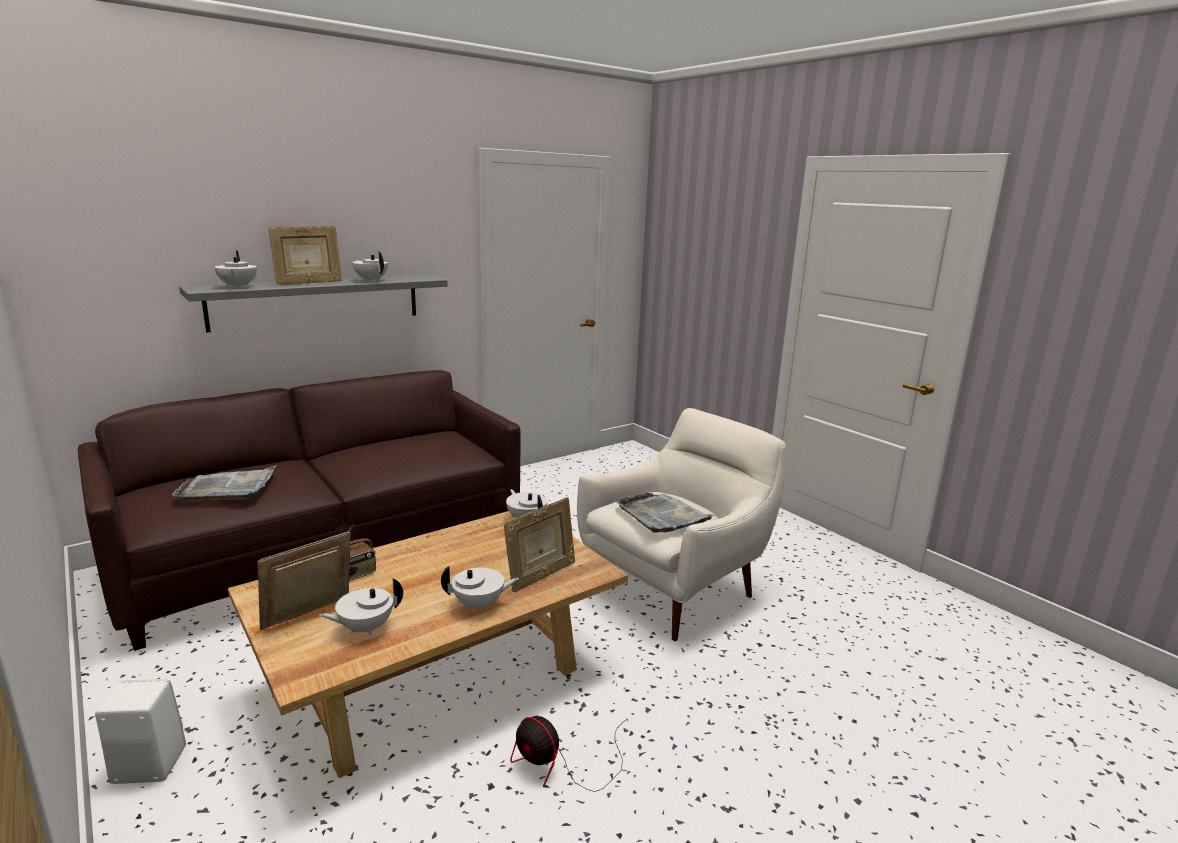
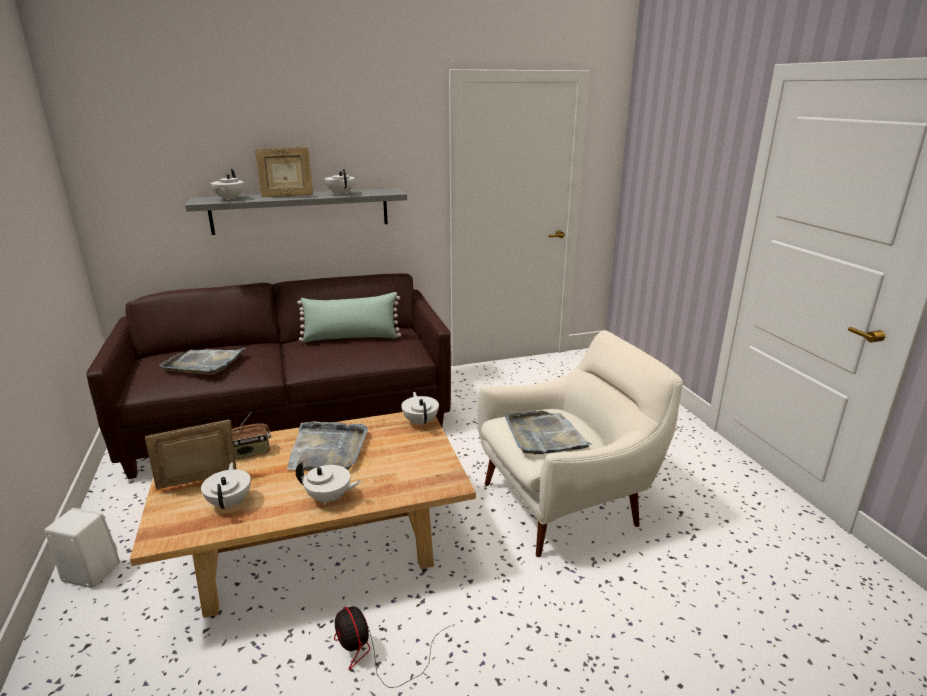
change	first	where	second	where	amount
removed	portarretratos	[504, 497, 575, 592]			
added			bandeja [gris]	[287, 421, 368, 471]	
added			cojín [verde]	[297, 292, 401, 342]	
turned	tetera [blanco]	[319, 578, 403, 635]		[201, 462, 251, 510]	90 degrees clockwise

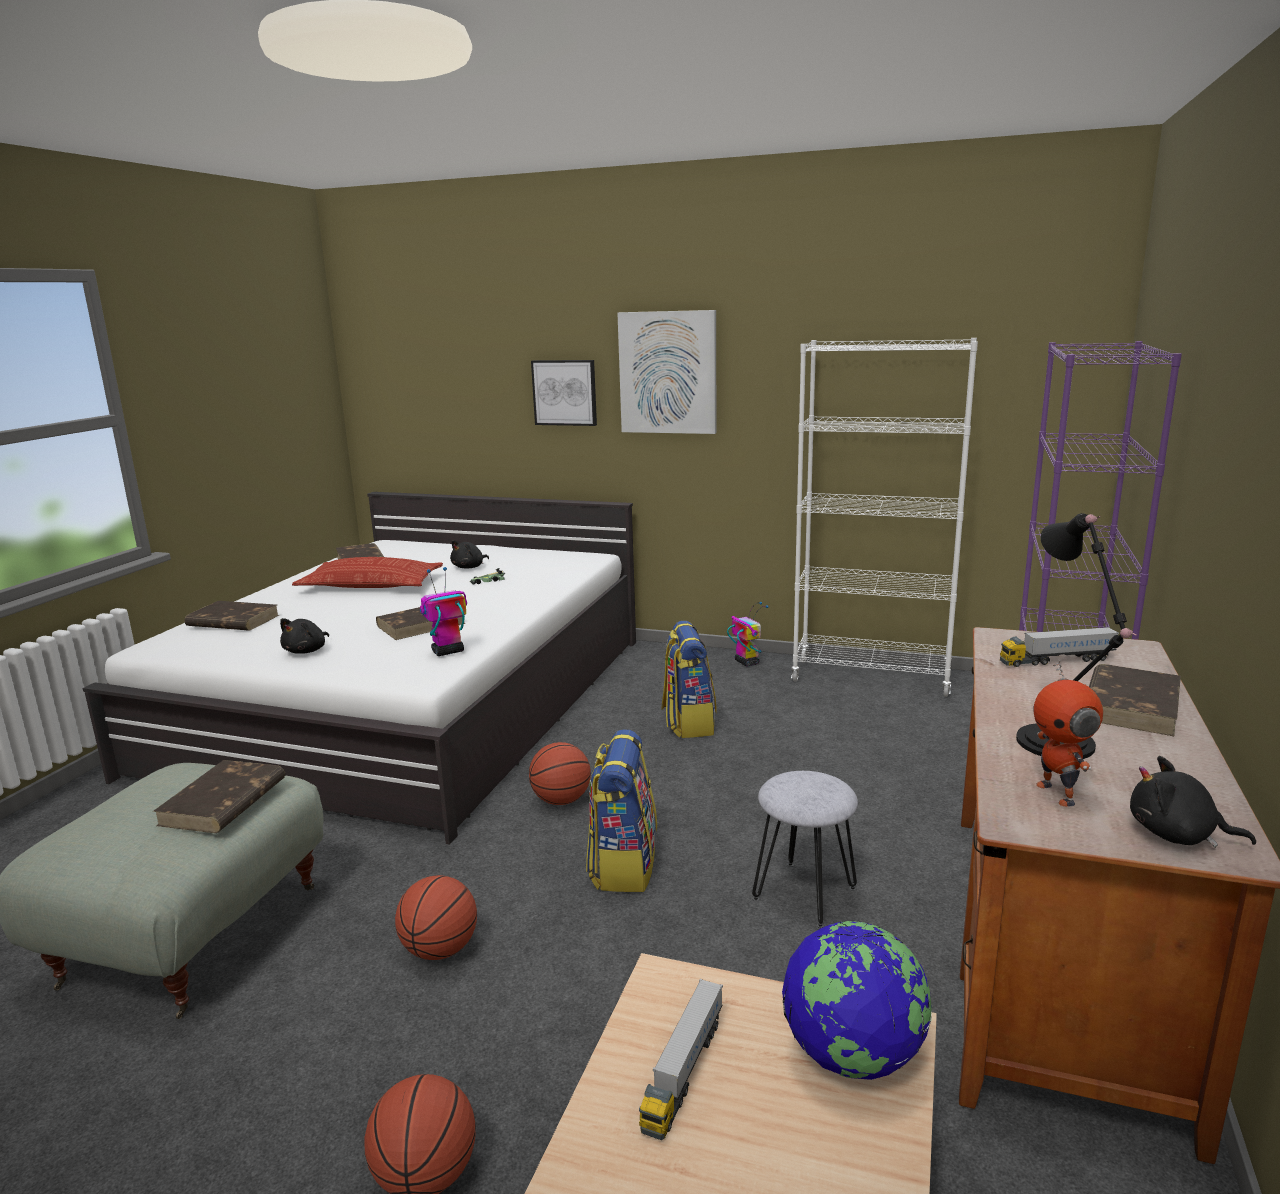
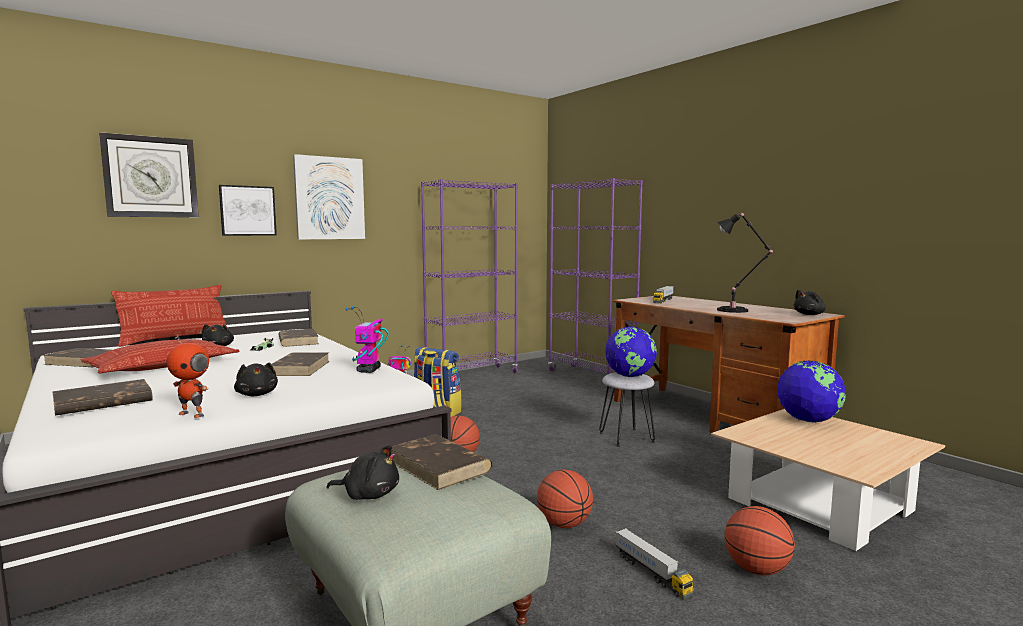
change	first	where	second	where	amount
removed	mochila	[586, 729, 657, 892]			
added			reloj de pared	[99, 132, 199, 218]	
added			cojín	[111, 285, 227, 347]	
added			peluche [negro]	[327, 445, 399, 500]	
added			globo terráqueo	[605, 326, 657, 377]	
moved	camión de juguete	[639, 979, 723, 1140]		[615, 528, 694, 599]	
moved	robot de juguete	[1033, 660, 1103, 807]		[167, 335, 209, 418]	
moved	libro [marrón]	[1089, 664, 1181, 736]		[278, 329, 319, 347]	
recoloured	estantería [blanco]	[791, 338, 978, 697]	estantería [morado]	[421, 179, 518, 373]	

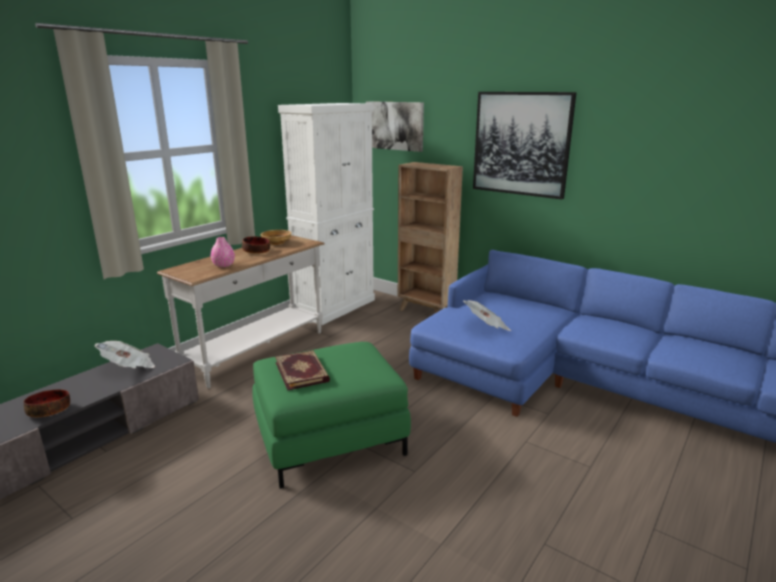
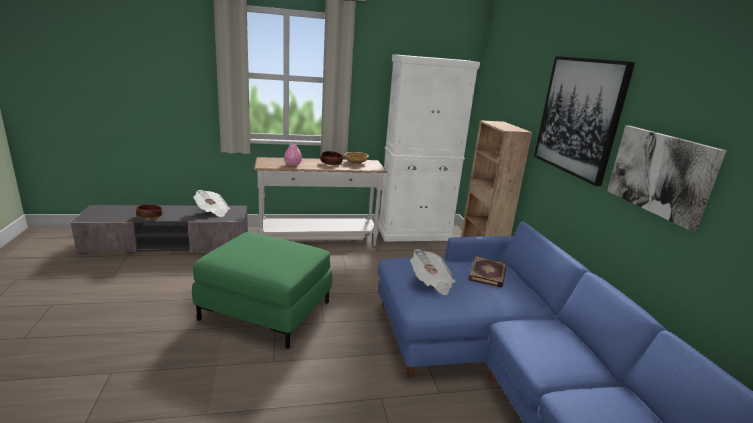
change	first	where	second	where	amount
moved	libro	[275, 350, 330, 390]		[468, 256, 506, 288]	
moved	cuadro	[366, 101, 424, 152]		[607, 126, 727, 231]	

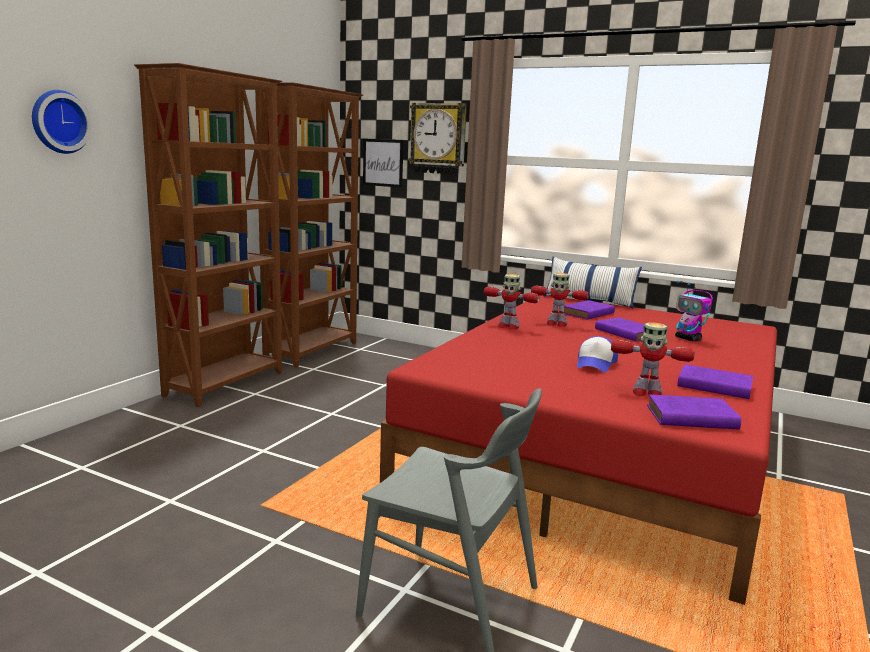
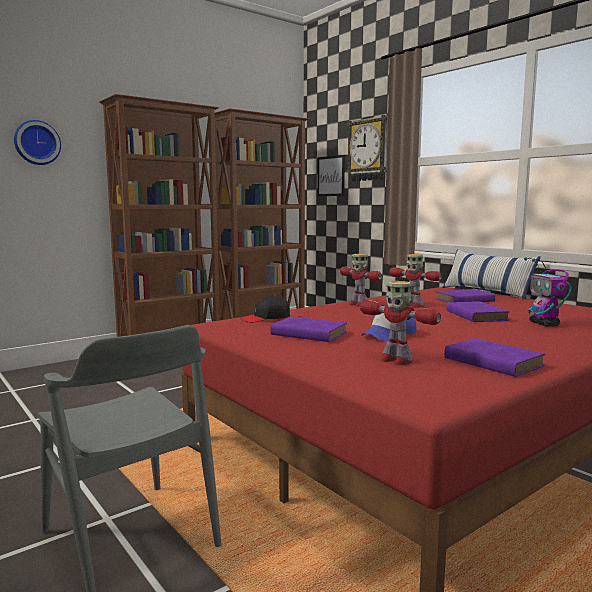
change	first	where	second	where	amount
added			gorra [negro]	[240, 295, 290, 323]	
moved	libro [morado]	[647, 394, 741, 430]		[271, 317, 347, 342]	

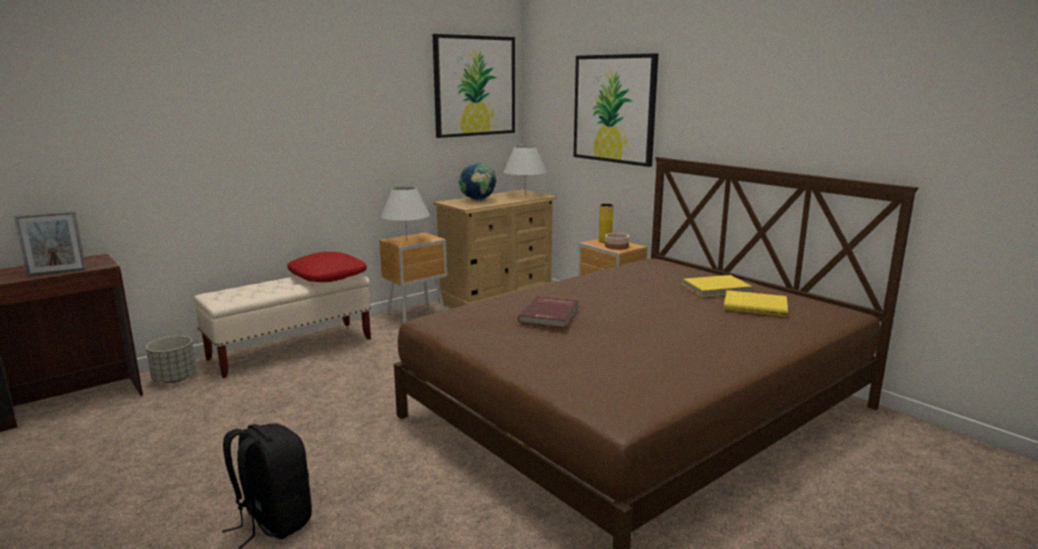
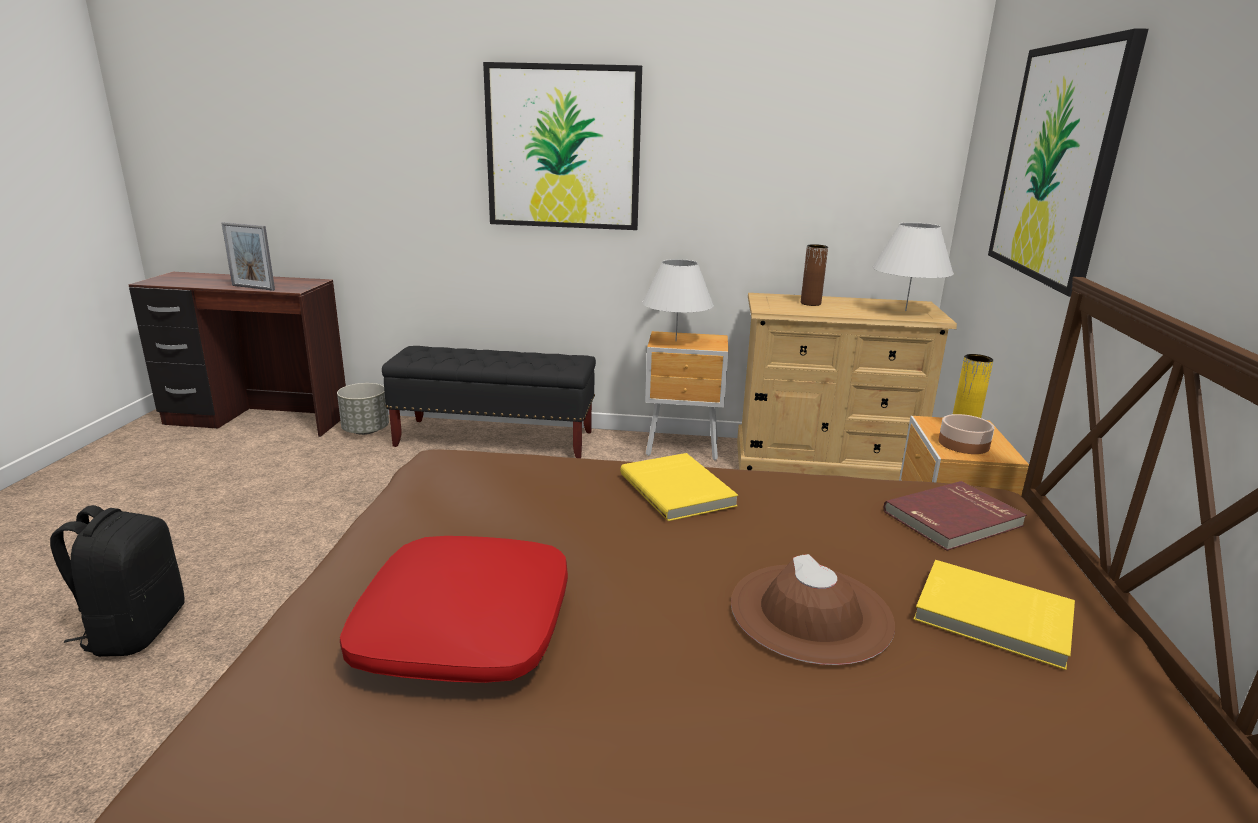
change	first	where	second	where	amount
added			sombrero [marrón]	[731, 554, 895, 665]	
moved	cojín [rojo]	[288, 252, 367, 282]		[340, 536, 568, 683]	
moved	cuadro	[433, 34, 515, 138]		[483, 62, 642, 230]	
moved	libro [rojo]	[518, 296, 579, 328]		[884, 481, 1027, 551]	
moved	libro [amarillo]	[724, 290, 788, 317]		[620, 453, 738, 521]	
replaced	globo terráqueo	[459, 163, 497, 201]	florero [marrón]	[801, 244, 828, 306]	
recoloured	banco [beis]	[194, 273, 371, 378]	banco [negro]	[382, 346, 596, 458]	

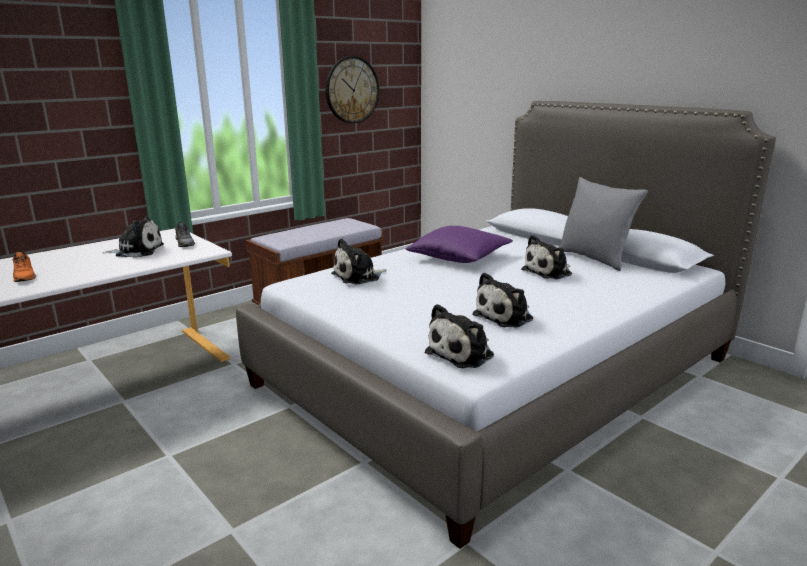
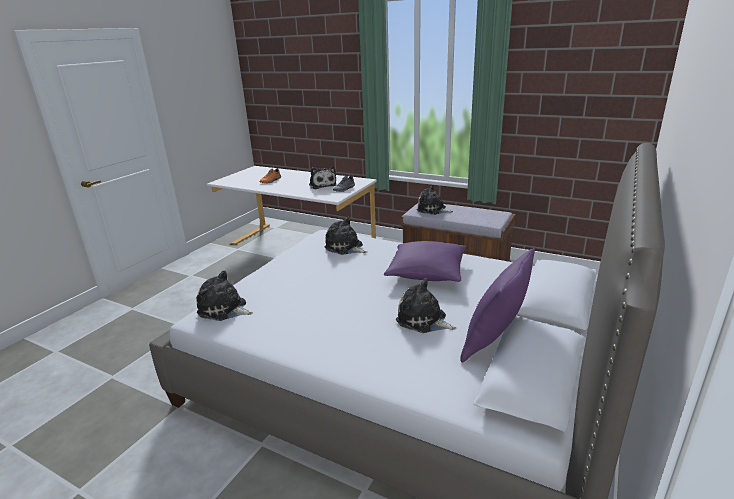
change	first	where	second	where	amount
removed	reloj de pared	[325, 56, 379, 124]			
moved	peluche	[472, 272, 533, 328]		[417, 185, 454, 215]	
recoloured	cojín [gris]	[559, 177, 648, 271]	cojín [morado]	[460, 248, 535, 363]	

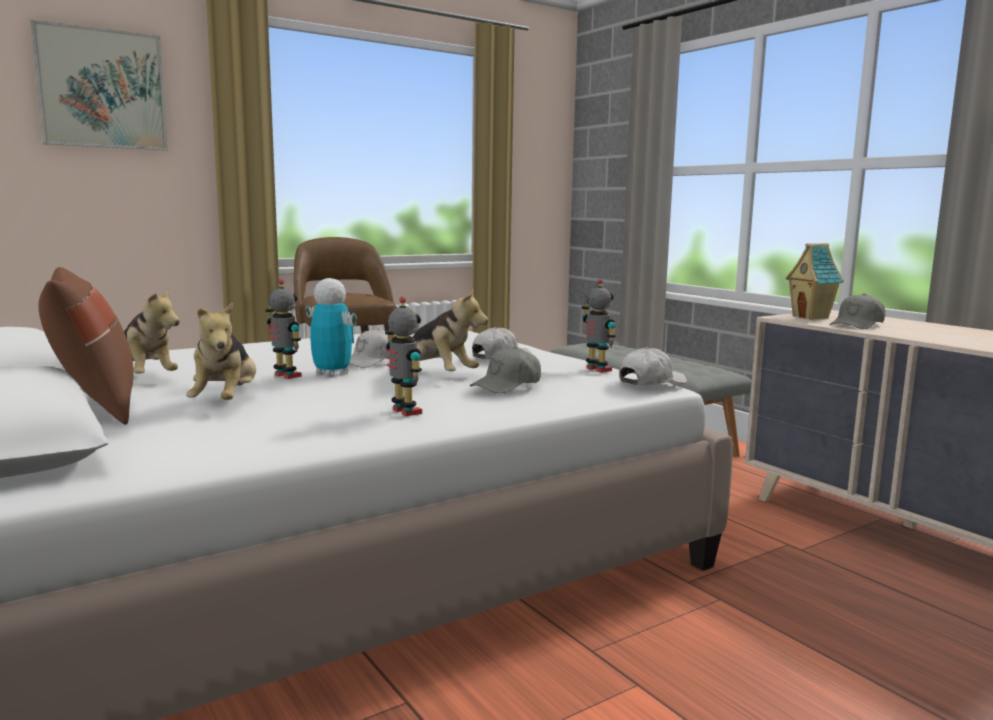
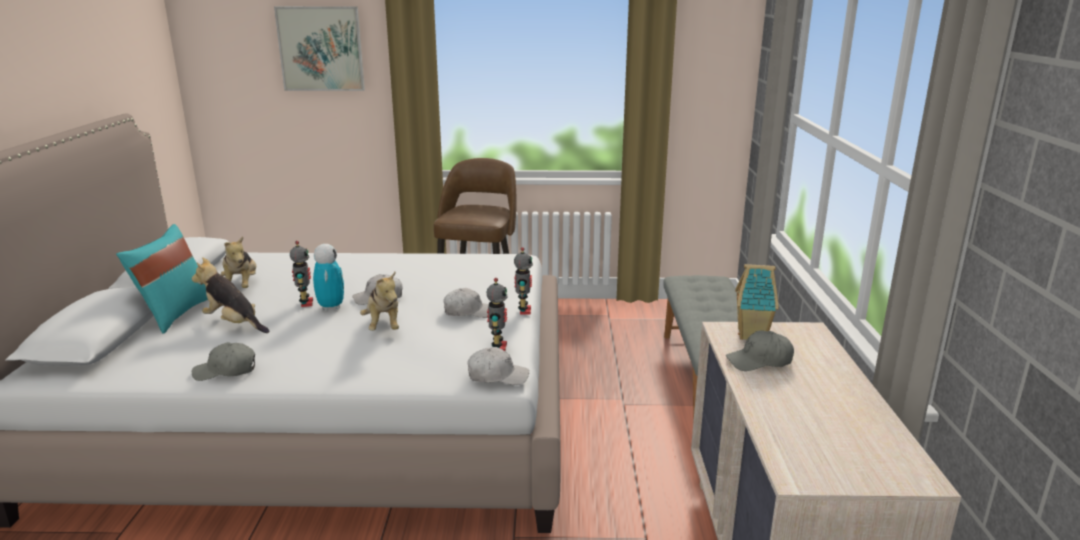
change	first	where	second	where	amount
moved	robot de juguete	[385, 297, 422, 416]		[514, 247, 533, 315]	
moved	gorra [gris]	[470, 347, 541, 394]		[192, 342, 255, 381]	
recoloured	cojín [marrón]	[38, 267, 134, 425]	cojín [turquesa]	[116, 224, 208, 334]	
turned	peluche	[186, 302, 256, 400]		[192, 257, 269, 333]	90 degrees clockwise

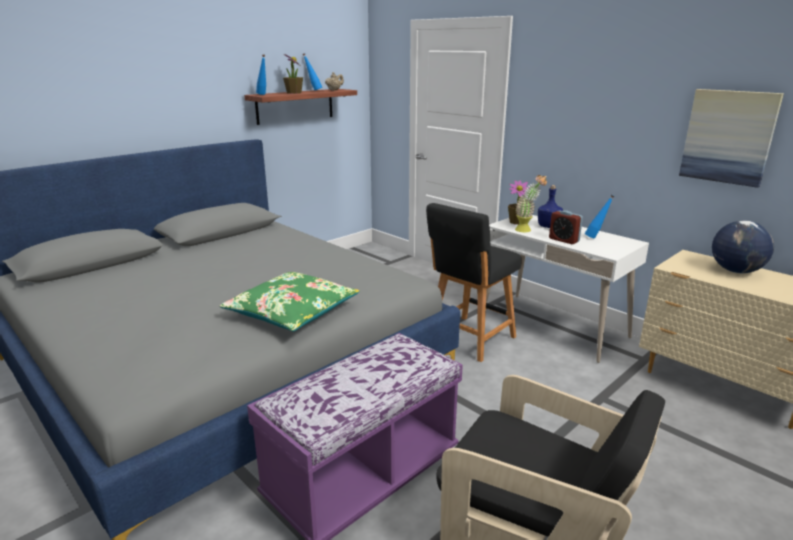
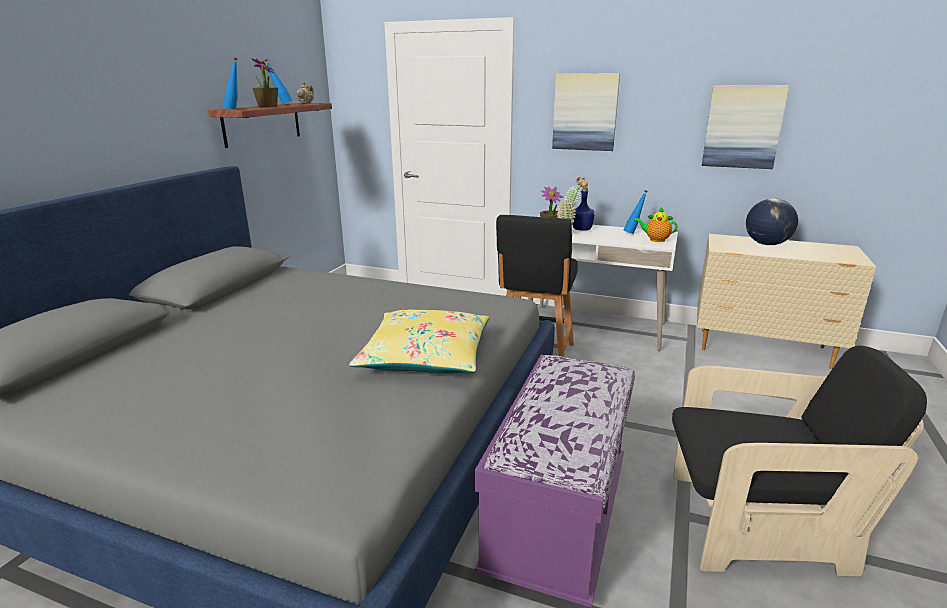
change	first	where	second	where	amount
removed	despertador	[549, 210, 583, 244]			
added			cuadro	[552, 73, 620, 151]	
added			tetera	[634, 207, 677, 242]	
recoloured	cojín [verde]	[219, 272, 360, 331]	cojín [amarillo]	[349, 310, 490, 374]	

